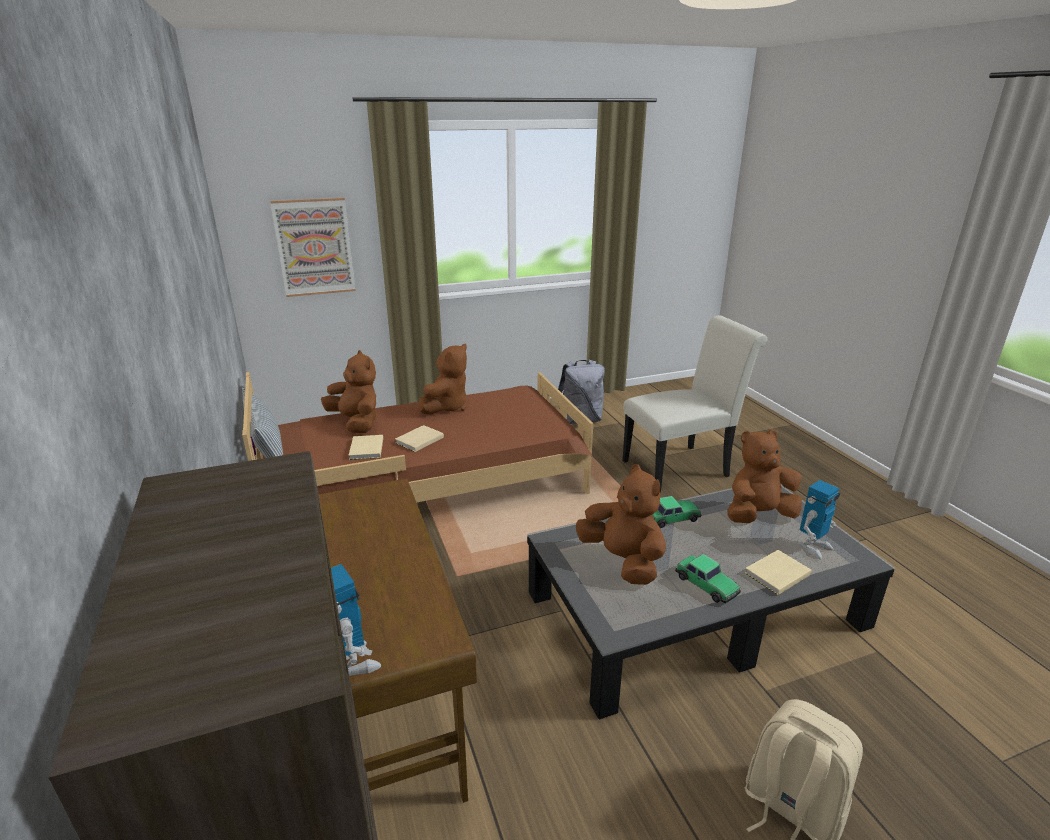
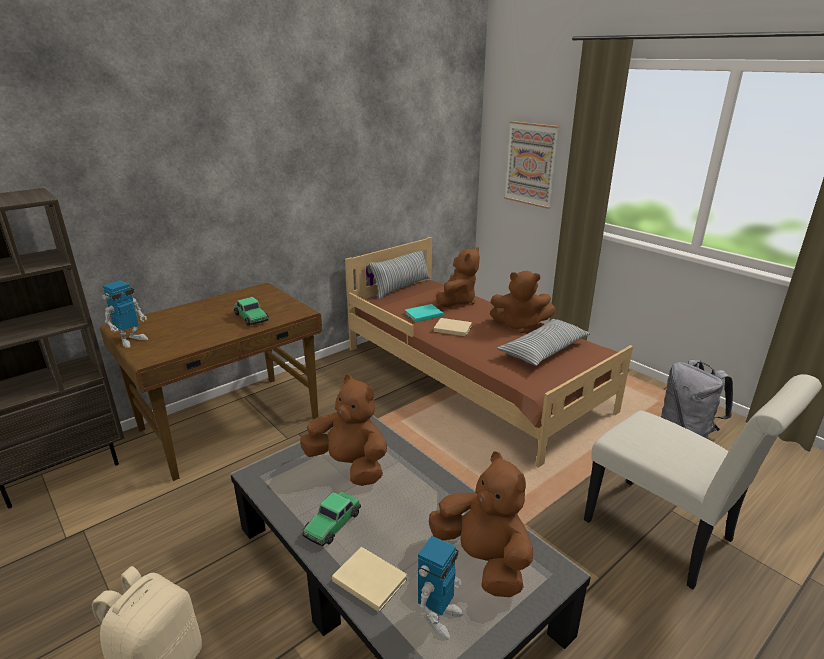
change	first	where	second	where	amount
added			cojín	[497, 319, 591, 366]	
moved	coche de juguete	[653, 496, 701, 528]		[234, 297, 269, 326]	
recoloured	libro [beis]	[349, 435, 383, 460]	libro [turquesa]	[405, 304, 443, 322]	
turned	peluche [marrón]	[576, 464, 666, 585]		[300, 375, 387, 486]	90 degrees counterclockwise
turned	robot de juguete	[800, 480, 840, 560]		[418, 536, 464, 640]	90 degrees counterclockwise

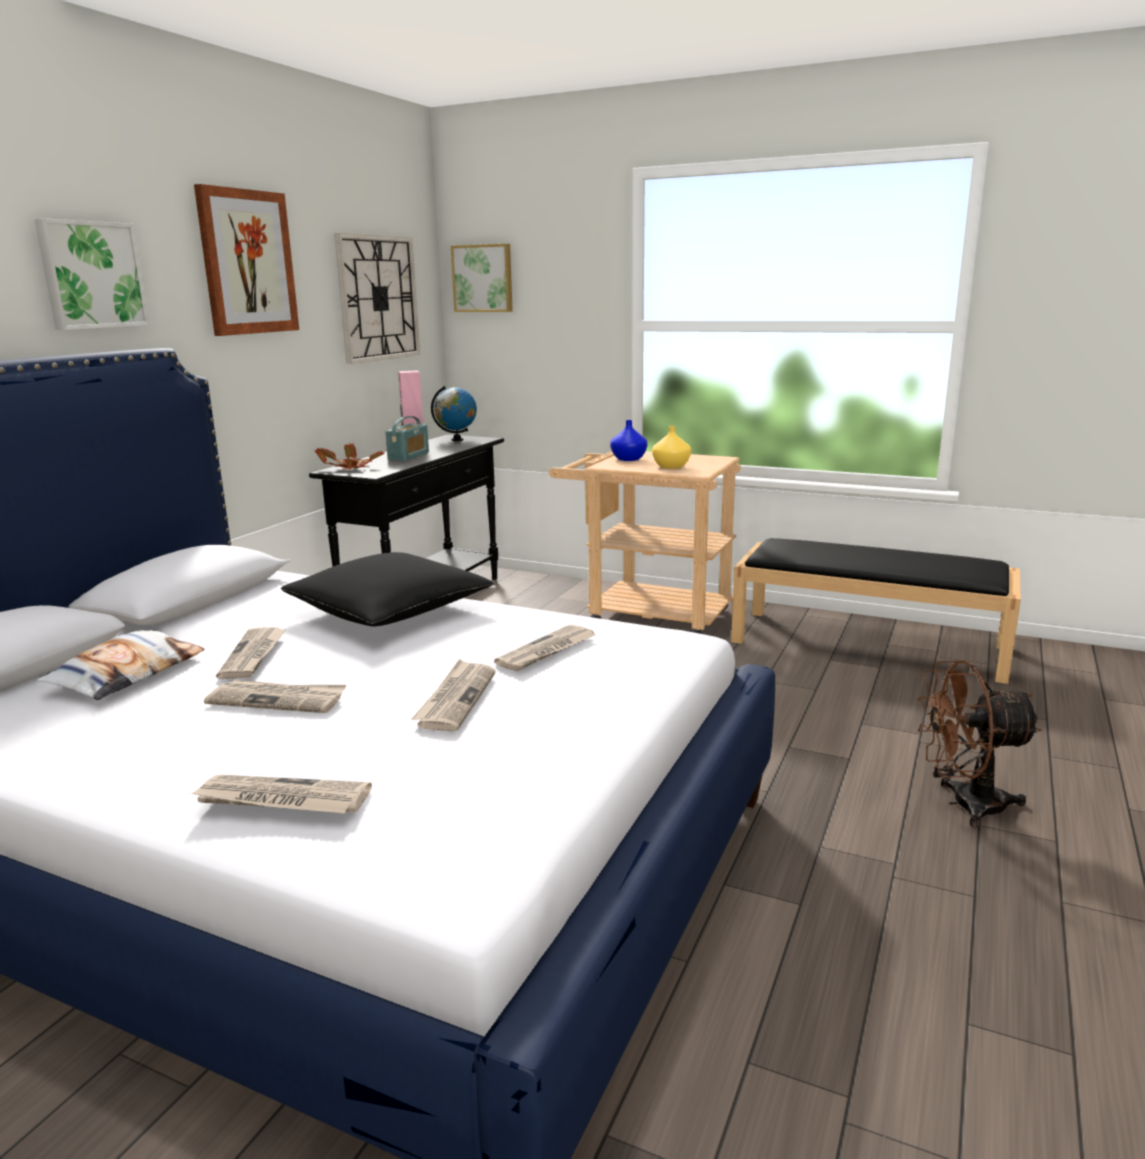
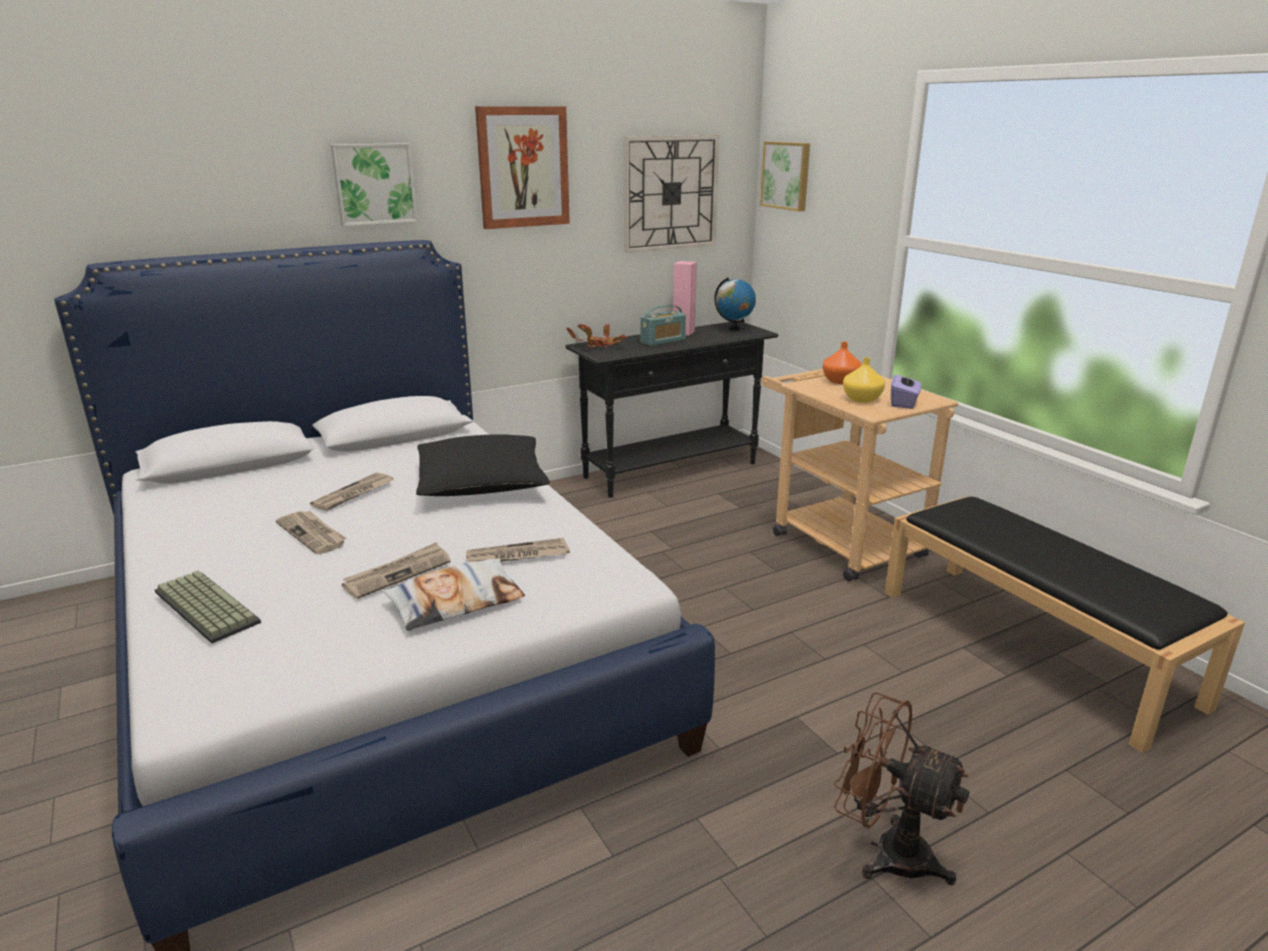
change	first	where	second	where	amount
added			caja de pañuelos [morado]	[891, 370, 922, 409]	
moved	cojín	[36, 630, 205, 700]		[382, 558, 525, 631]	
replaced	periódico	[191, 775, 372, 814]	teclado	[155, 571, 261, 644]	
recoloured	florero [azul]	[610, 420, 648, 461]	florero [naranja]	[823, 342, 862, 384]	

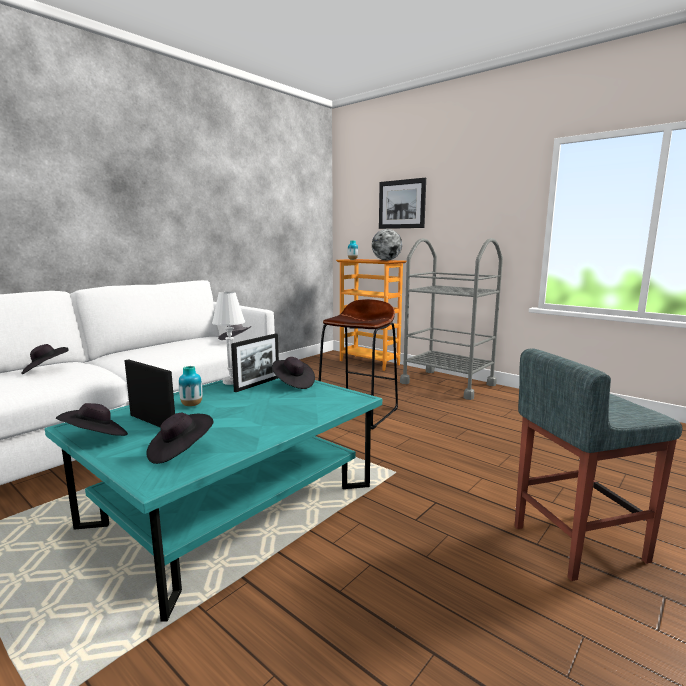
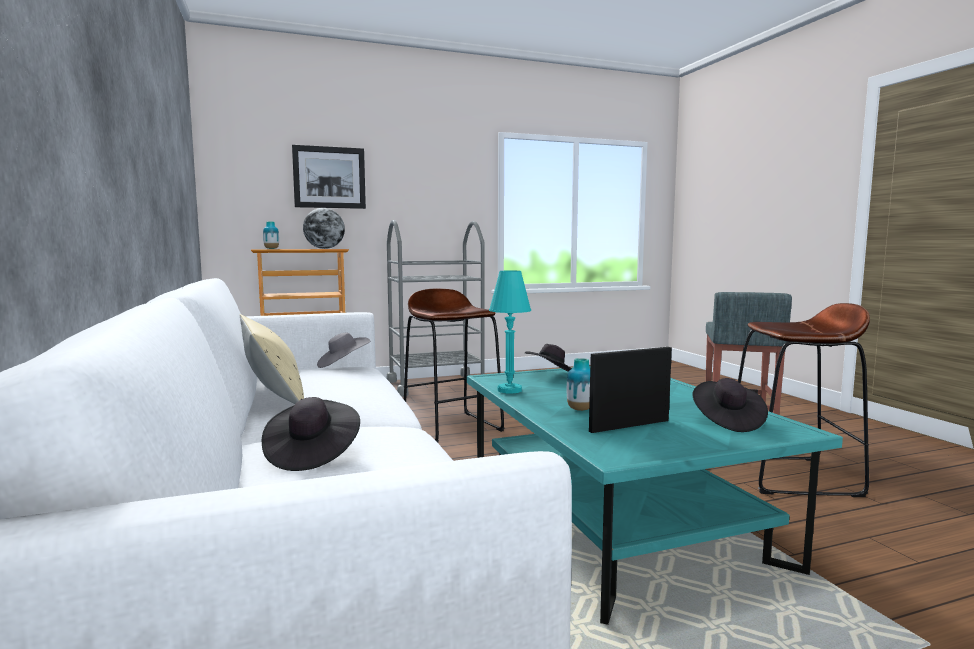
change	first	where	second	where	amount
removed	sombrero [negro]	[55, 403, 128, 436]			
removed	portarretratos	[231, 333, 279, 392]			
added			cojín [beis]	[239, 314, 304, 404]	
added			taburete [marrón]	[738, 303, 870, 497]	
recoloured	lámpara de mesa [blanco]	[212, 292, 245, 385]	lámpara de mesa [turquesa]	[489, 271, 531, 393]	

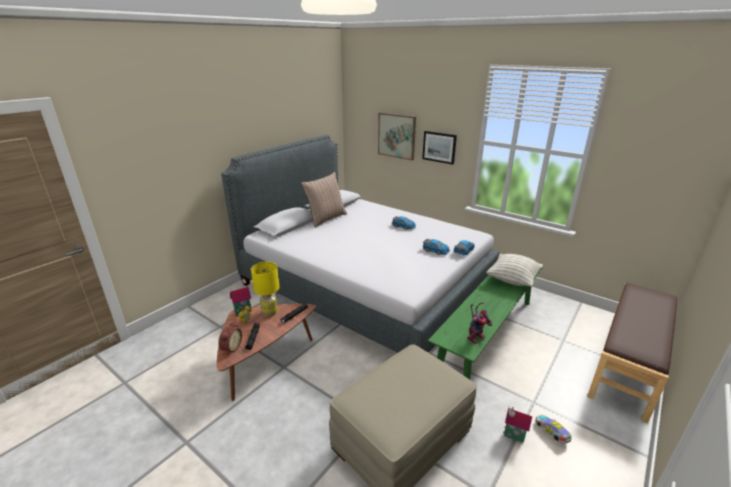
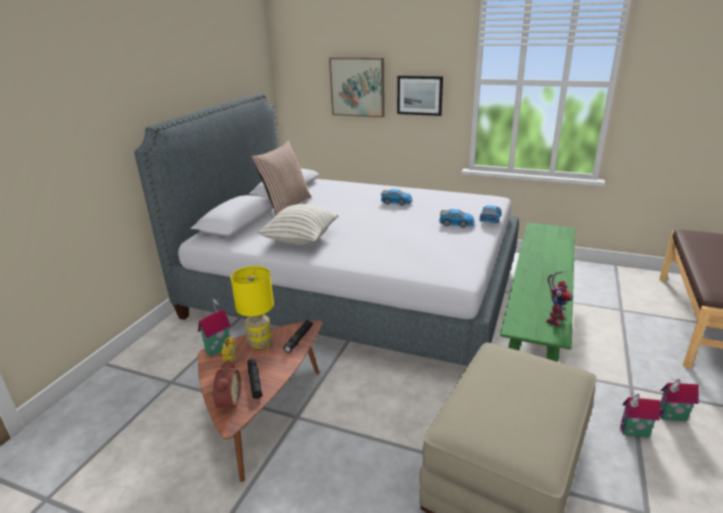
change	first	where	second	where	amount
moved	cojín	[486, 254, 543, 287]		[257, 204, 339, 245]	
replaced	coche de juguete	[535, 415, 572, 444]	casita	[660, 379, 699, 421]	

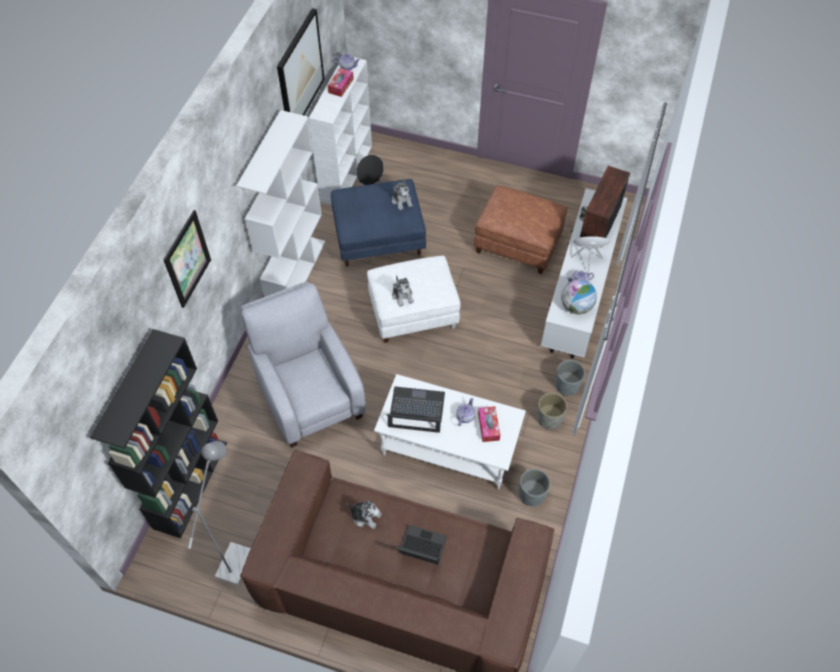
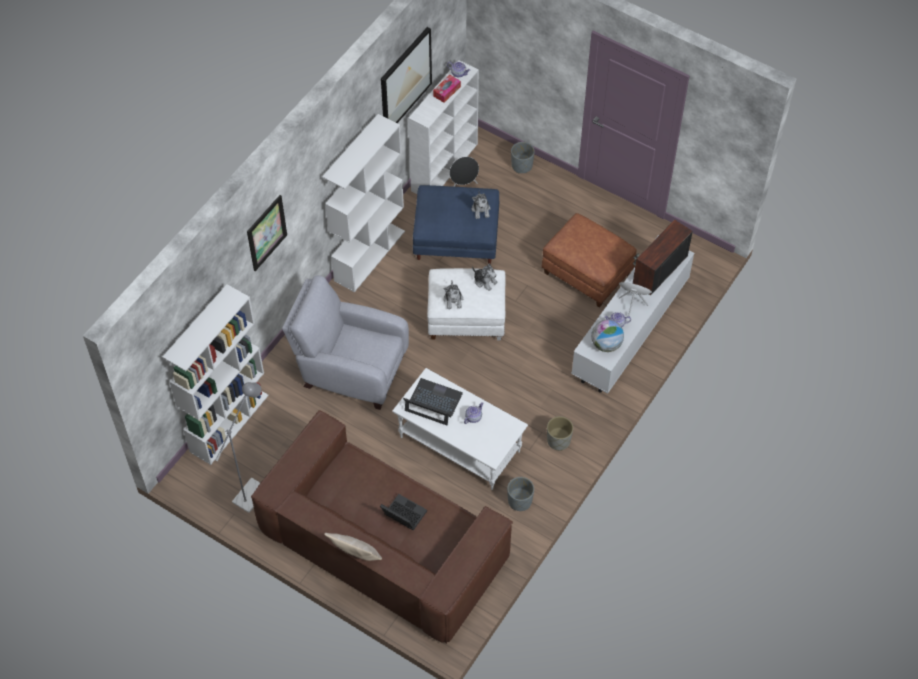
change	first	where	second	where	amount
removed	caja de pañuelos	[478, 406, 500, 442]			
added			cojín [beis]	[324, 533, 382, 561]	
moved	peluche	[346, 500, 382, 529]		[472, 264, 498, 291]	
moved	maceta [gris]	[555, 360, 585, 396]		[511, 142, 535, 173]	
recoloured	estantería [negro]	[90, 329, 227, 538]	estantería [blanco]	[163, 284, 269, 465]	
turned	sillón [gris]	[241, 281, 366, 448]		[282, 275, 409, 410]	60 degrees counterclockwise

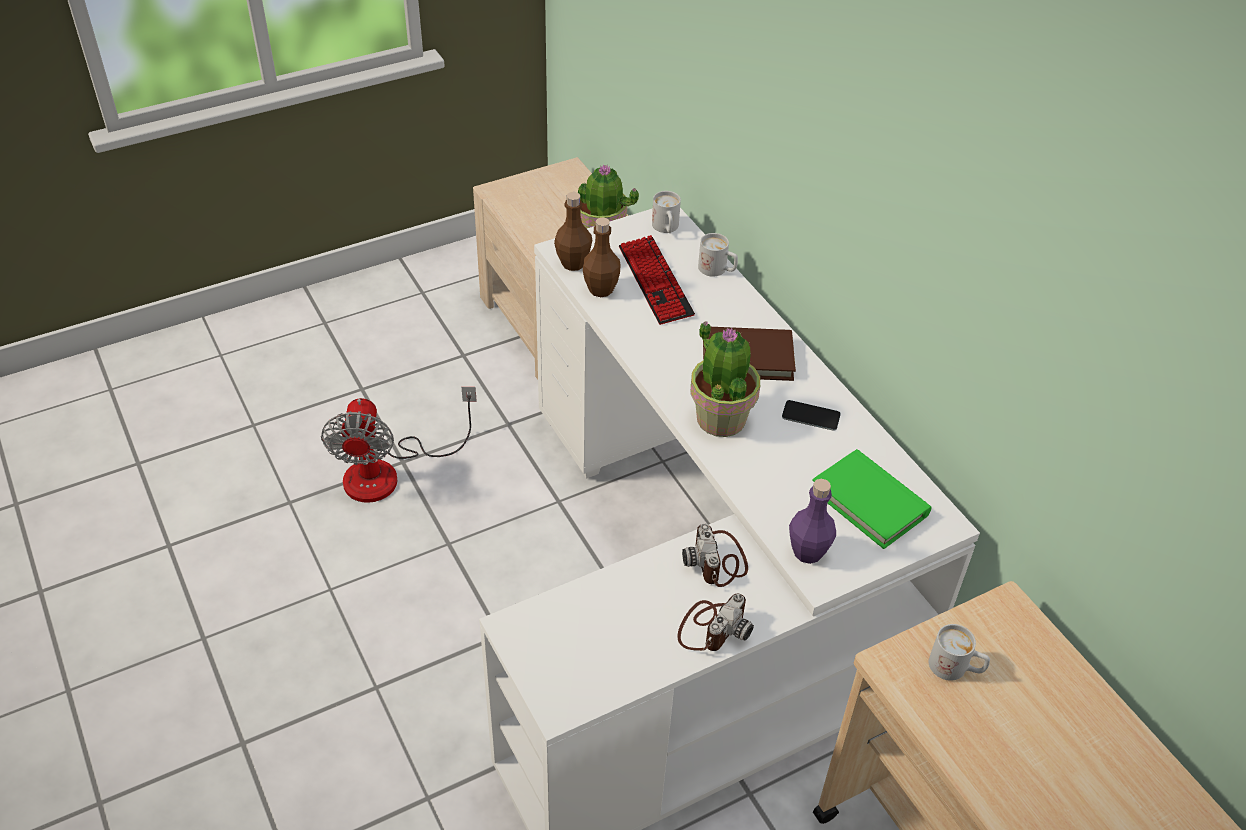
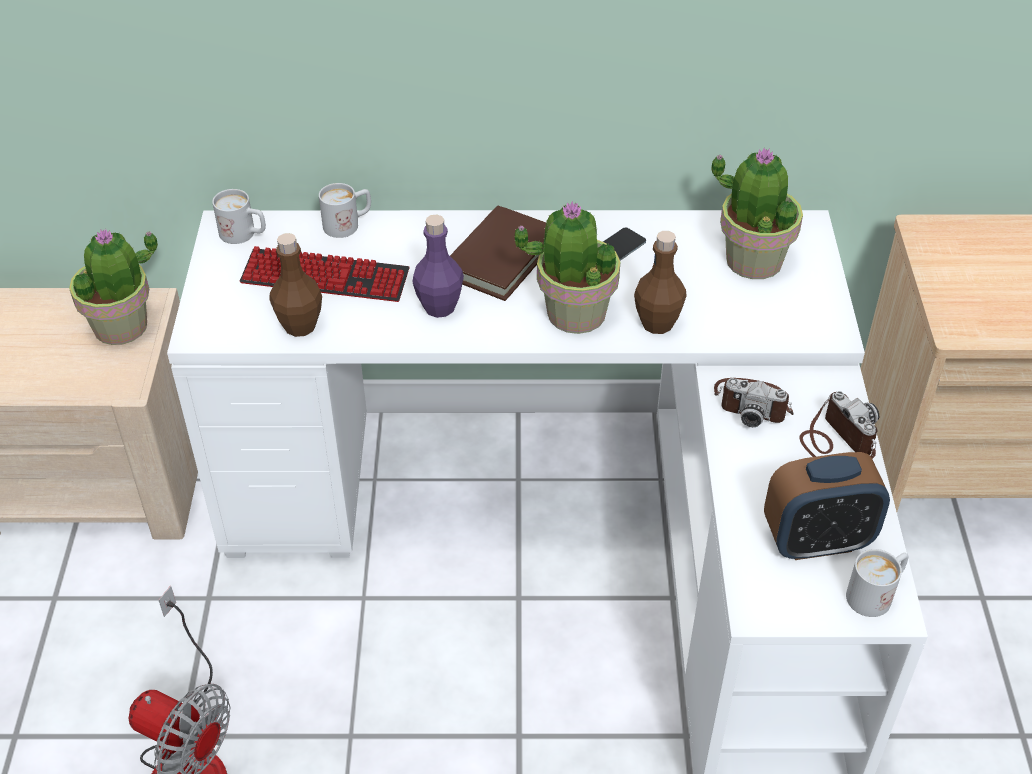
change	first	where	second	where	amount
added			despertador	[764, 452, 890, 560]	
moved	botella [marrón]	[554, 192, 592, 271]		[634, 231, 687, 334]	
moved	botella [morado]	[789, 479, 836, 564]		[413, 214, 464, 318]	
moved	taza grande [blanco]	[929, 624, 990, 681]		[846, 549, 909, 617]	
replaced	libro [verde]	[812, 449, 931, 549]	planta en maceta	[712, 148, 803, 279]	

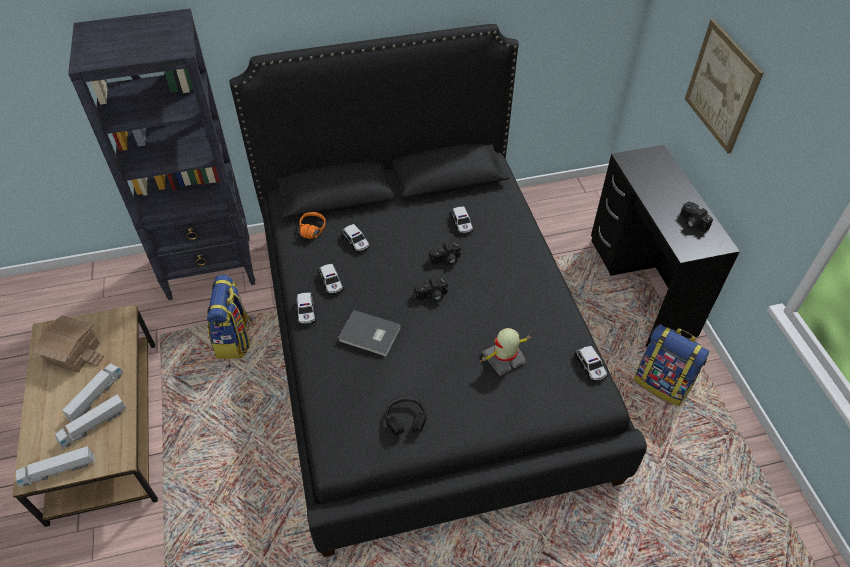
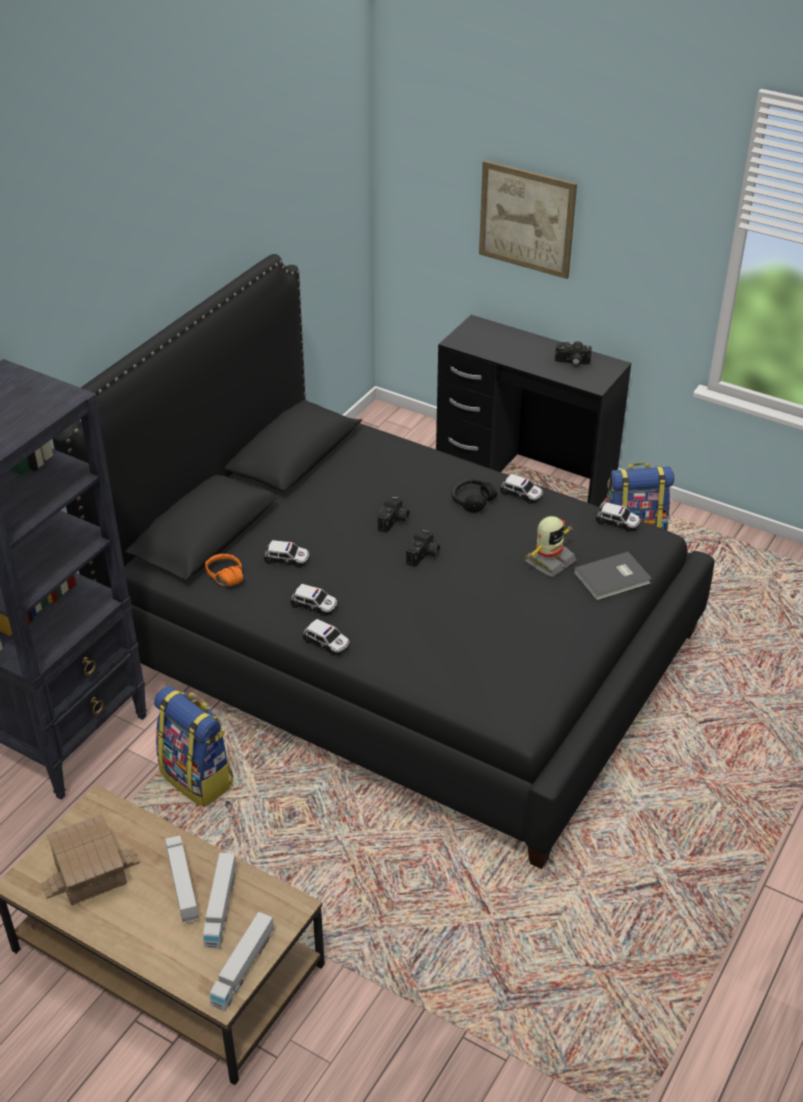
change	first	where	second	where	amount
moved	libro [gris]	[338, 310, 401, 357]		[574, 552, 652, 600]	
moved	auriculares [negro]	[385, 396, 427, 435]		[451, 479, 497, 513]	
moved	coche de juguete	[450, 206, 474, 235]		[500, 474, 543, 504]	
turned	robot de juguete	[481, 328, 531, 376]		[525, 516, 576, 577]	150 degrees counterclockwise

